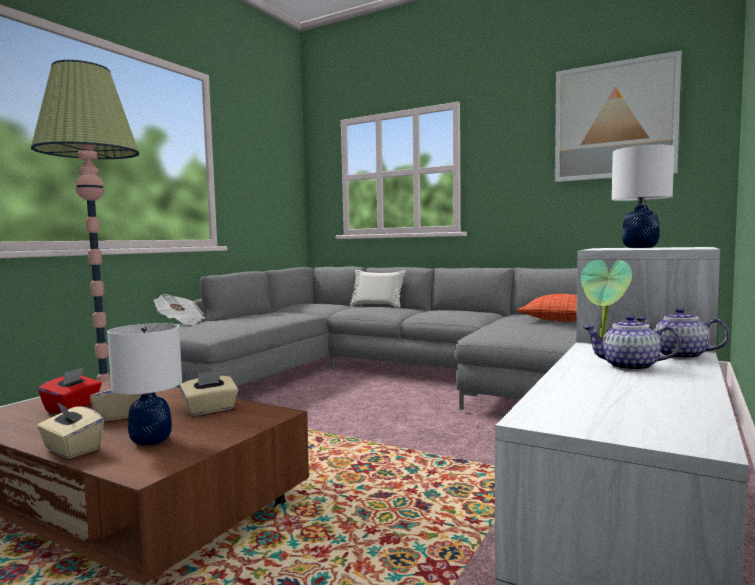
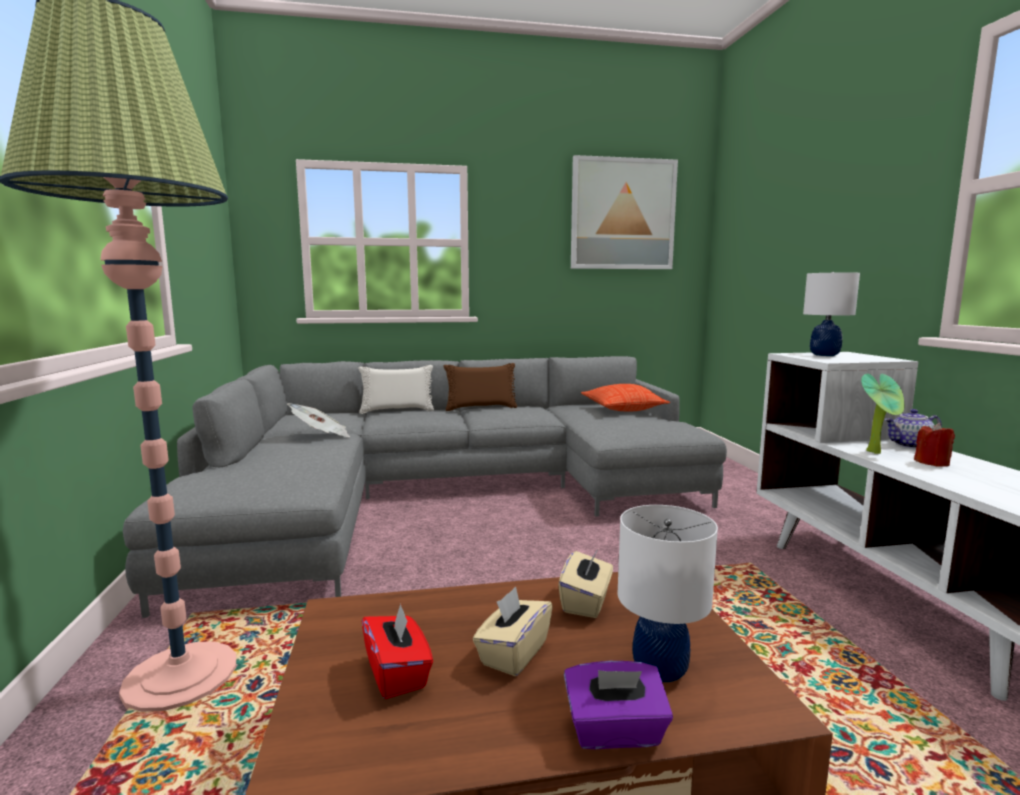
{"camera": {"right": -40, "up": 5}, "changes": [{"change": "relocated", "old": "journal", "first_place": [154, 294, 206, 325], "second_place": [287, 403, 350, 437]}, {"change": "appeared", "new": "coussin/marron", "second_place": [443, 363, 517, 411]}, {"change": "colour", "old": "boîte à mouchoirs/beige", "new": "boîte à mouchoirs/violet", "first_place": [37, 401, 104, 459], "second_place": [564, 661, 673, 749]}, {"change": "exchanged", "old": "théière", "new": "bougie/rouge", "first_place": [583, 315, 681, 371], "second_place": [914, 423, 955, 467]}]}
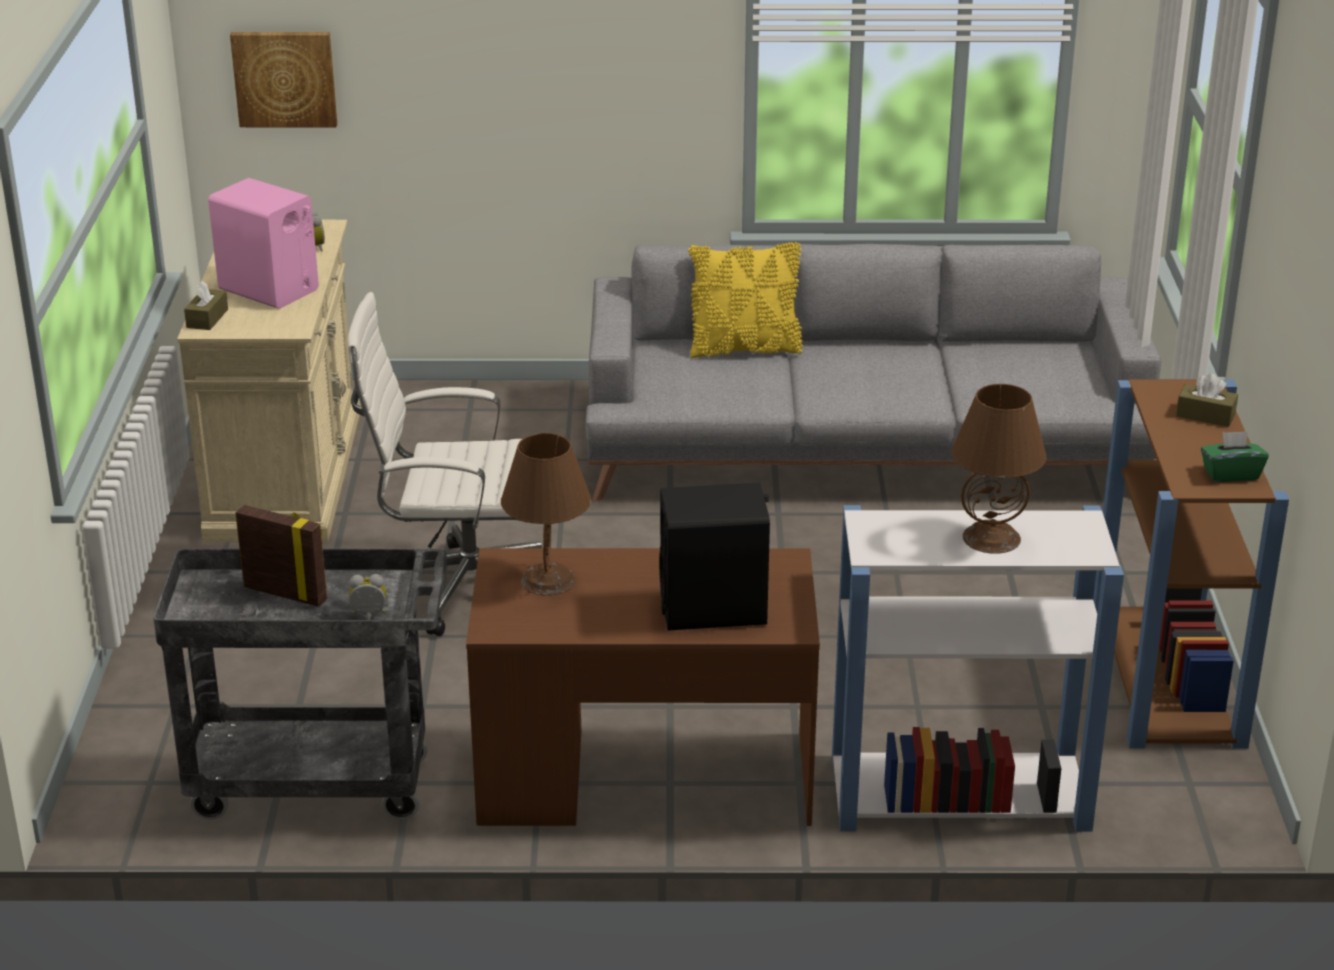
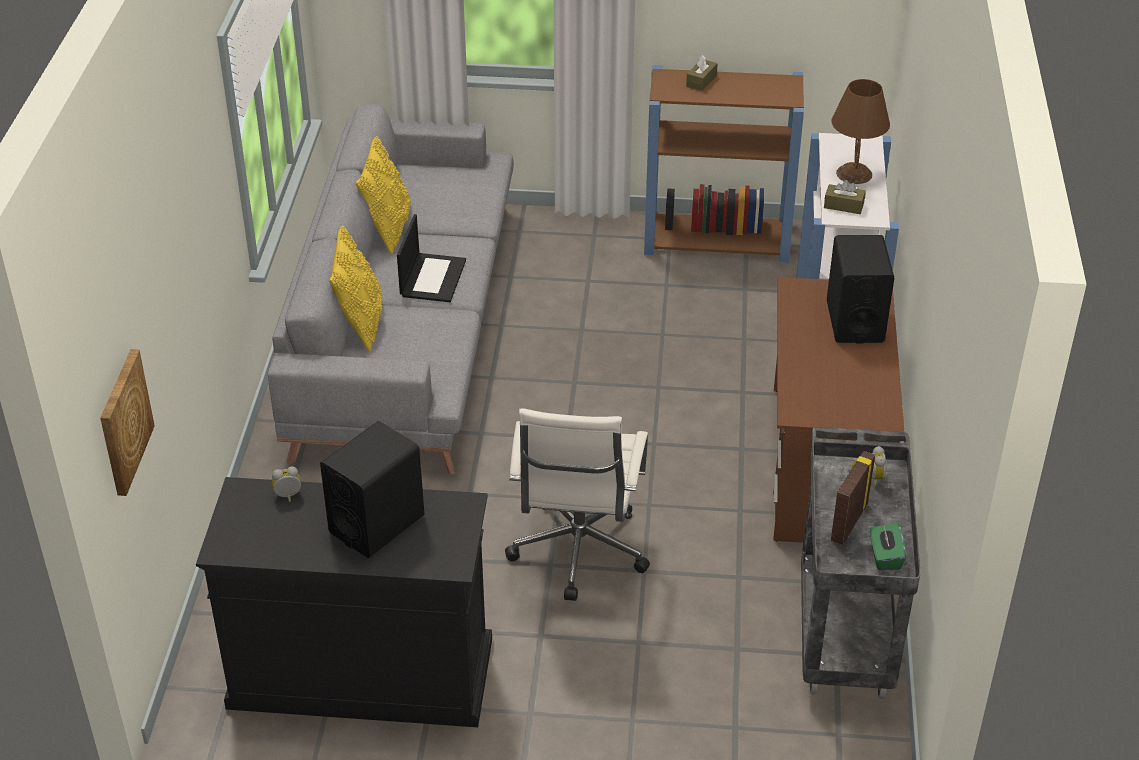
{"camera": {"right": -85, "up": 10}, "changes": [{"change": "colour", "old": "commode/beige", "new": "commode/noir", "first_place": [177, 220, 361, 543], "second_place": [196, 477, 492, 727]}, {"change": "colour", "old": "enceinte/rose", "new": "enceinte/noir", "first_place": [208, 178, 319, 309], "second_place": [320, 421, 424, 558]}, {"change": "appeared", "new": "coussin/jaune", "second_place": [356, 136, 411, 255]}, {"change": "appeared", "new": "ordinateur portable", "second_place": [397, 214, 466, 302]}, {"change": "relocated", "old": "boîte à mouchoirs/marron", "first_place": [184, 280, 228, 330], "second_place": [824, 180, 866, 214]}, {"change": "relocated", "old": "boîte à mouchoirs/vert", "first_place": [1201, 431, 1269, 482], "second_place": [870, 523, 906, 570]}, {"change": "missing", "old": "lampe de table/marron", "first_place": [501, 433, 591, 596]}]}
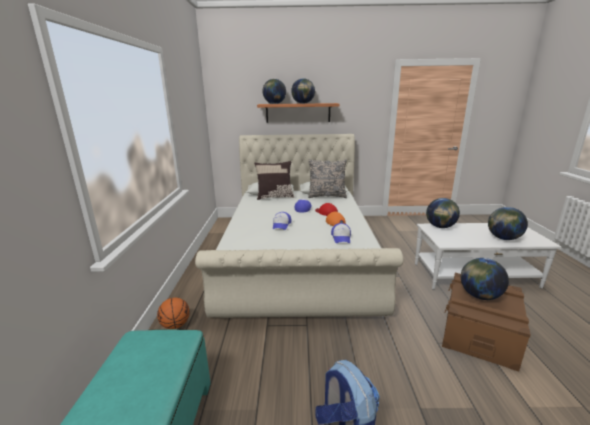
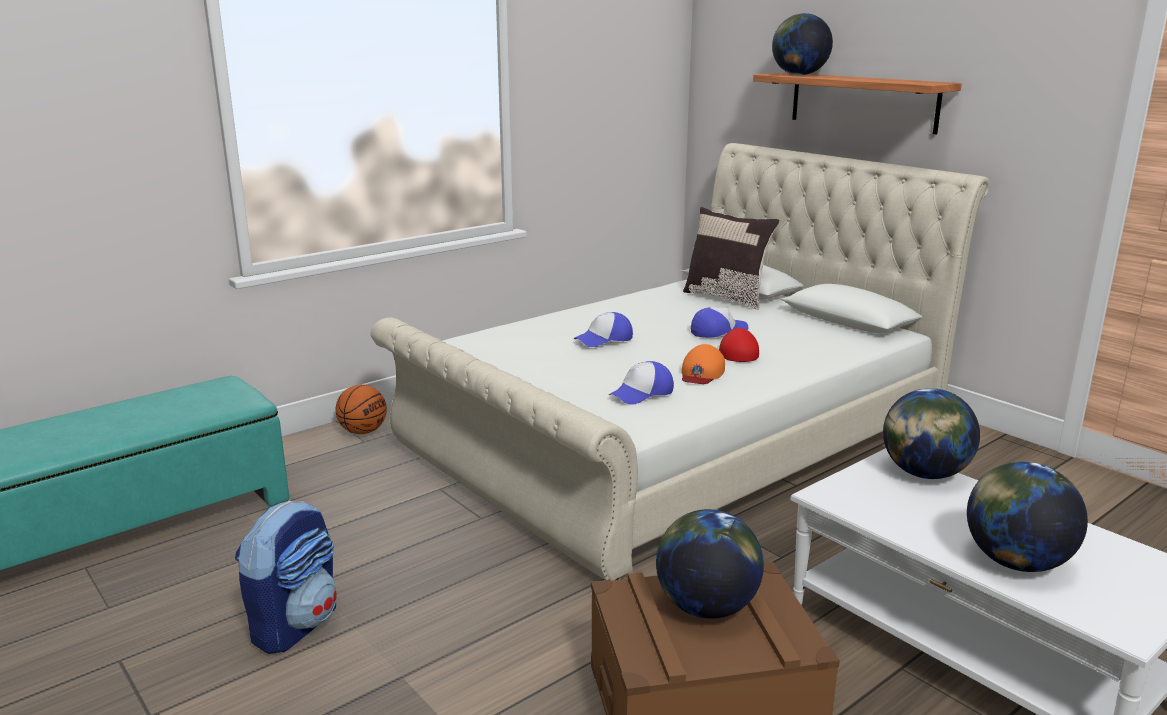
{"camera": {"right": 50, "up": 0}, "changes": [{"change": "missing", "old": "globe", "first_place": [291, 78, 315, 104]}, {"change": "missing", "old": "coussin/gris", "first_place": [308, 159, 347, 198]}]}
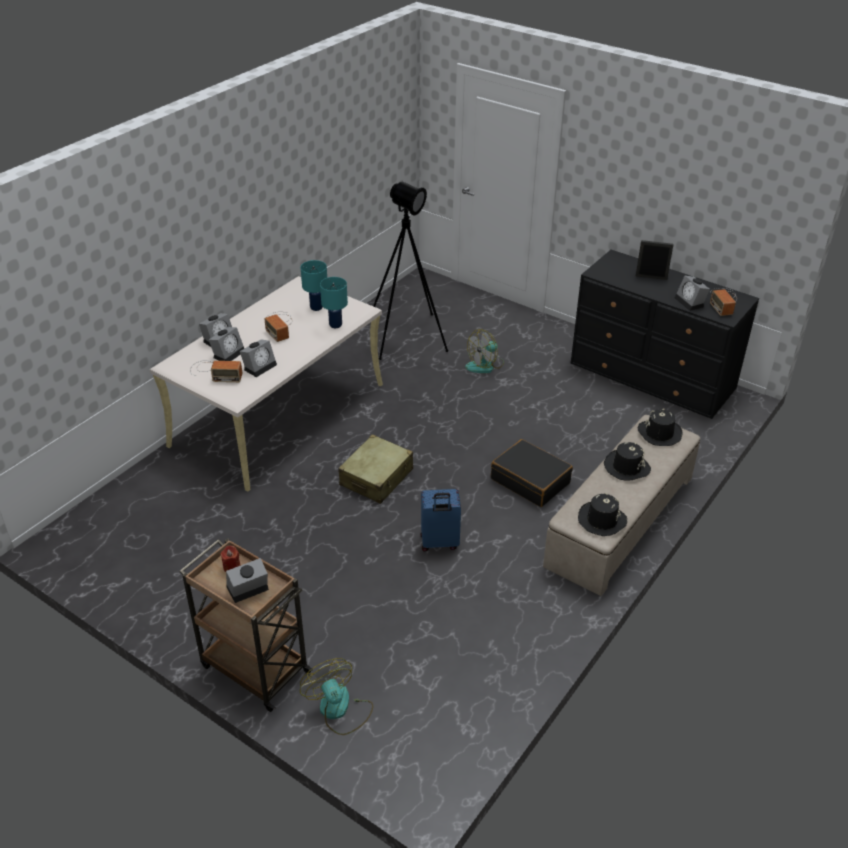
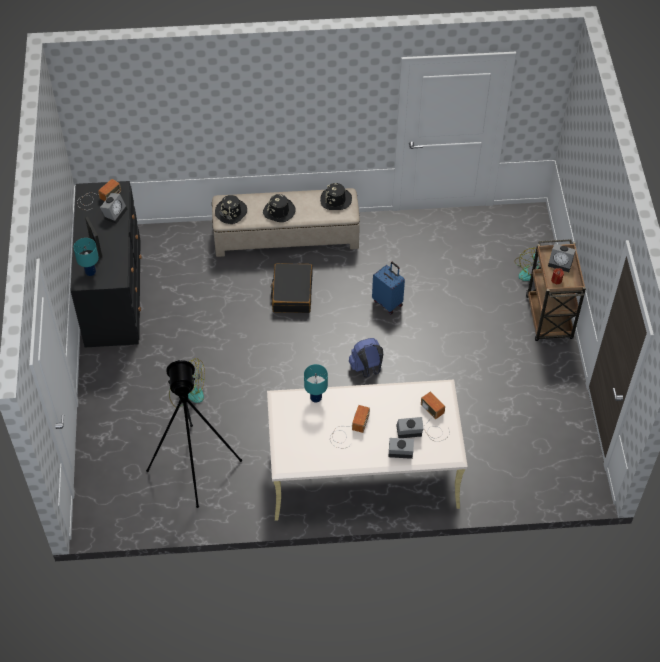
{"camera": {"right": -130, "up": 15}, "changes": [{"change": "relocated", "old": "lampe de table/turquoise", "first_place": [301, 260, 327, 311], "second_place": [73, 238, 99, 276]}, {"change": "exchanged", "old": "valise/beige", "new": "sac à dos/bleu", "first_place": [338, 434, 413, 504], "second_place": [349, 338, 383, 378]}, {"change": "missing", "old": "réveil", "first_place": [240, 339, 277, 377]}]}
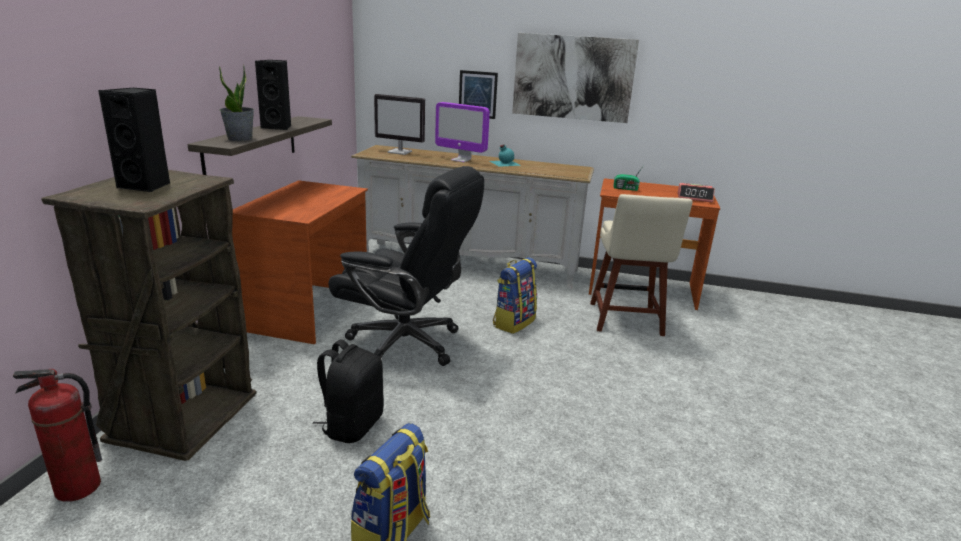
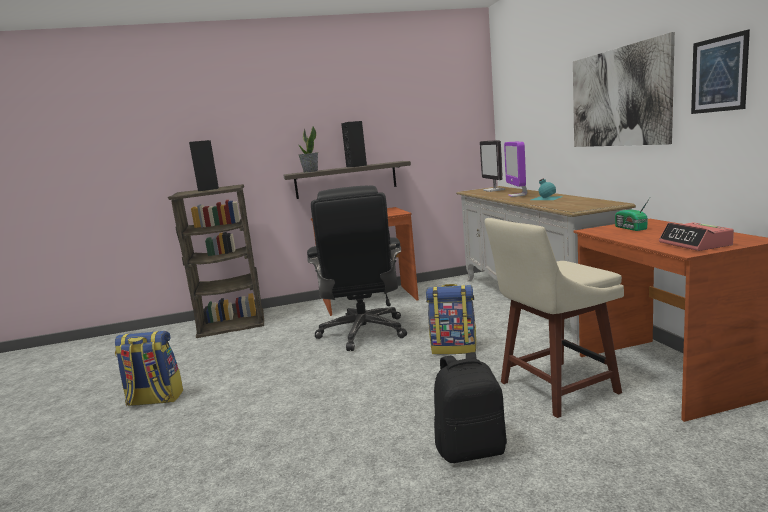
{"camera": {"right": 65, "up": -10}, "changes": [{"change": "relocated", "old": "sac à dos/noir", "first_place": [313, 340, 384, 443], "second_place": [434, 352, 507, 463]}, {"change": "relocated", "old": "tableau", "first_place": [459, 70, 498, 119], "second_place": [691, 29, 750, 114]}, {"change": "missing", "old": "extincteur", "first_place": [13, 369, 102, 502]}]}
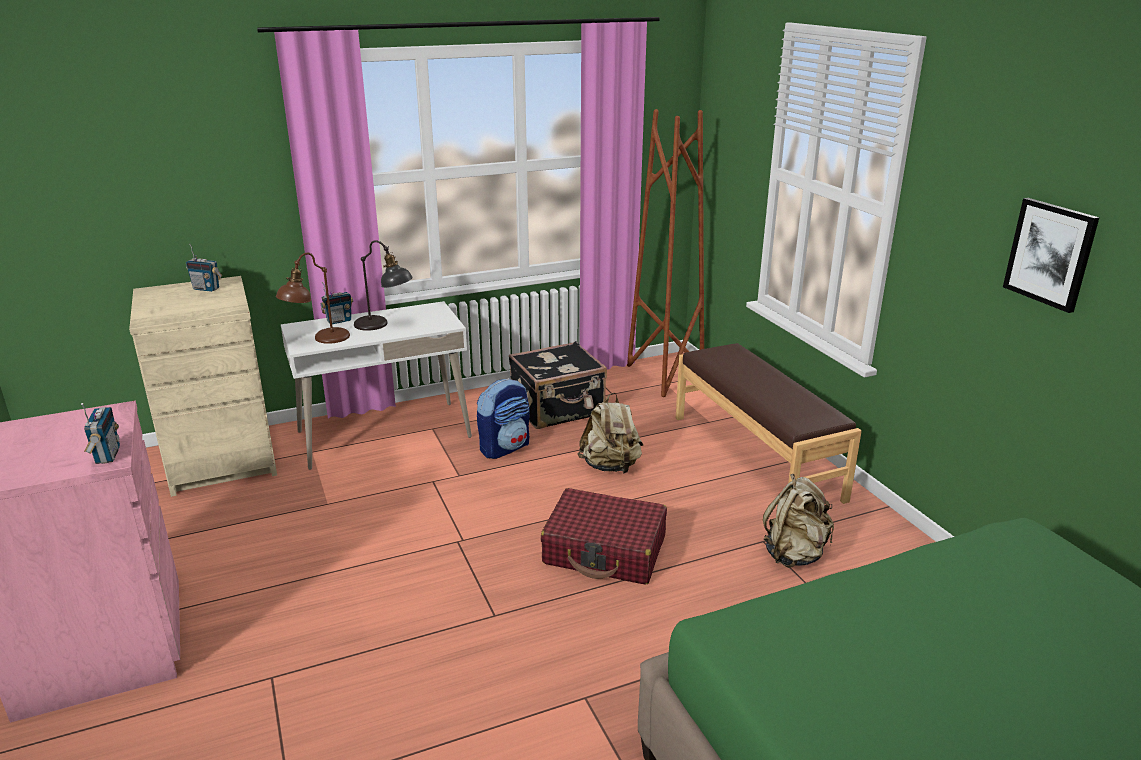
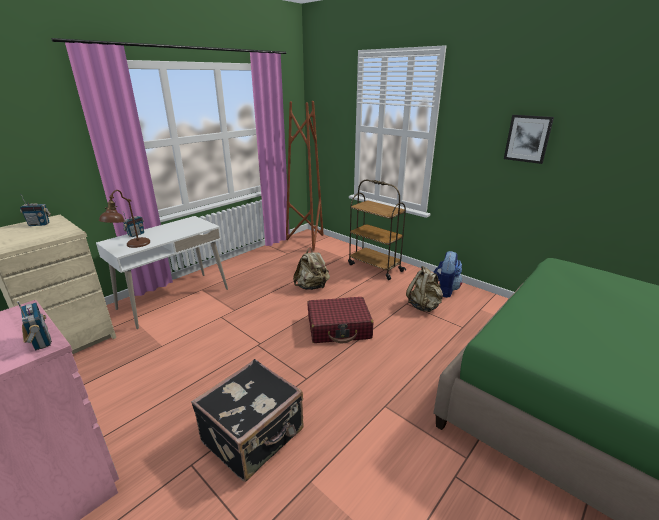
{"camera": {"right": -25, "up": 0}, "changes": [{"change": "relocated", "old": "valise/noir", "first_place": [509, 341, 607, 429], "second_place": [191, 359, 304, 482]}, {"change": "exchanged", "old": "banc/marron", "new": "chariot/marron", "first_place": [676, 343, 862, 504], "second_place": [348, 180, 407, 280]}, {"change": "relocated", "old": "sac à dos", "first_place": [477, 378, 530, 459], "second_place": [433, 251, 463, 298]}, {"change": "missing", "old": "lampe de table/gris", "first_place": [354, 240, 413, 331]}]}
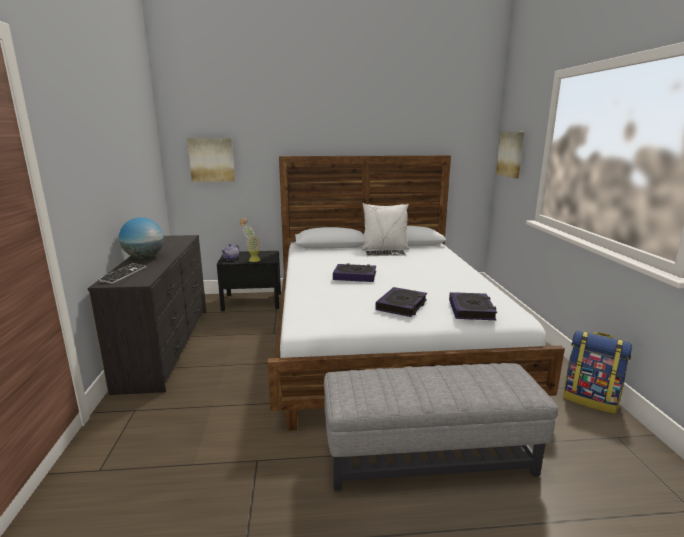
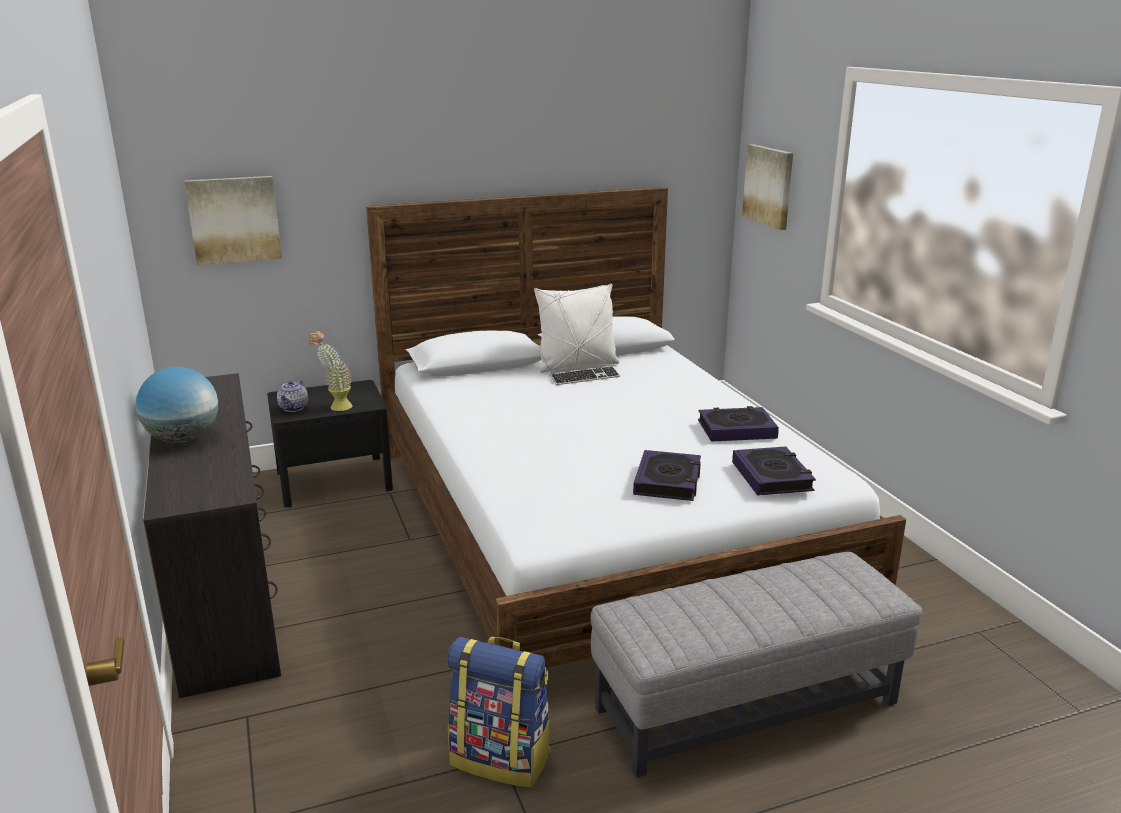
{"camera": {"right": -15, "up": 5}, "changes": [{"change": "relocated", "old": "sac à dos", "first_place": [563, 331, 632, 414], "second_place": [447, 637, 551, 787]}, {"change": "relocated", "old": "livre", "first_place": [333, 264, 376, 282], "second_place": [698, 406, 779, 442]}, {"change": "missing", "old": "clavier", "first_place": [98, 263, 147, 284]}]}
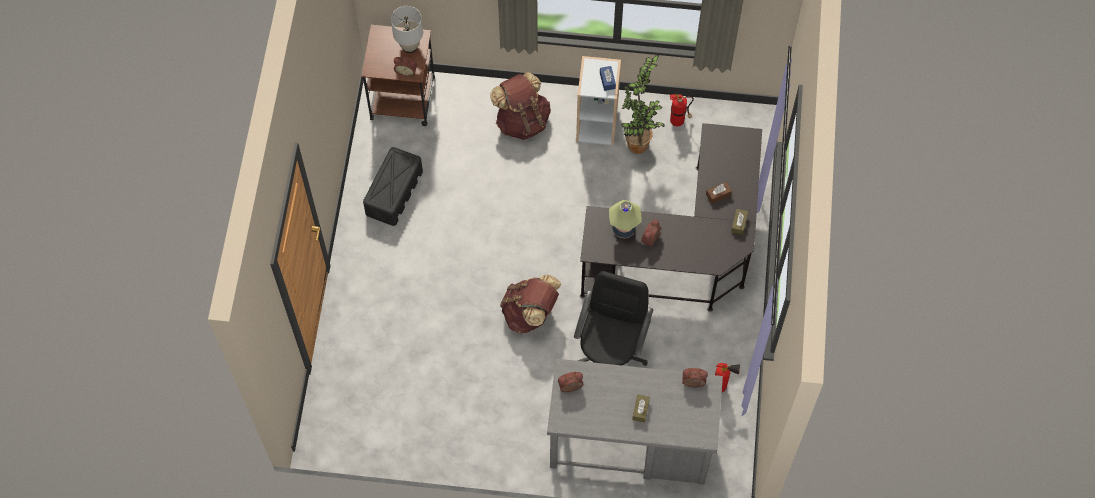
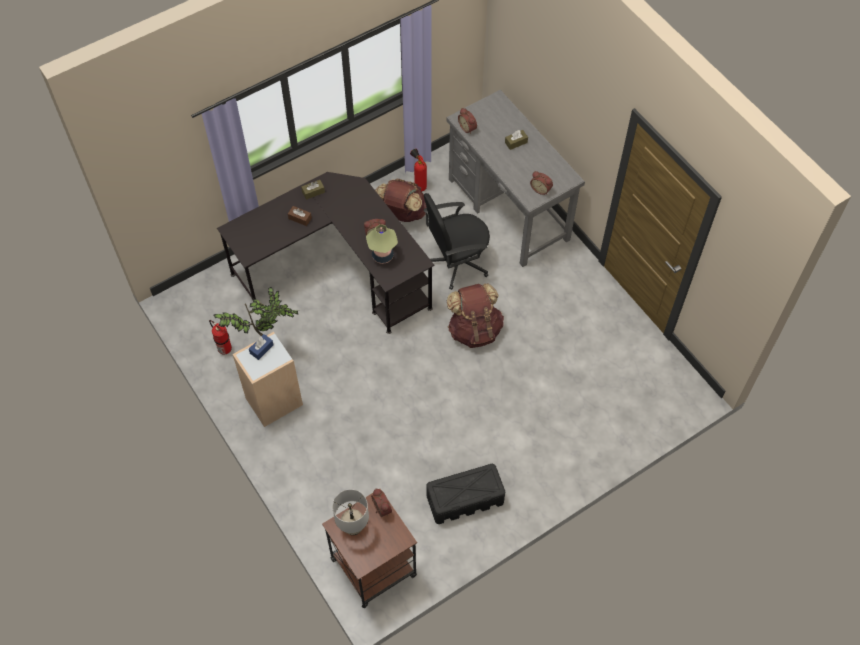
{"camera": {"right": -130, "up": -5}, "changes": [{"change": "relocated", "old": "sac à dos/marron", "first_place": [490, 72, 551, 140], "second_place": [375, 178, 427, 222]}]}
